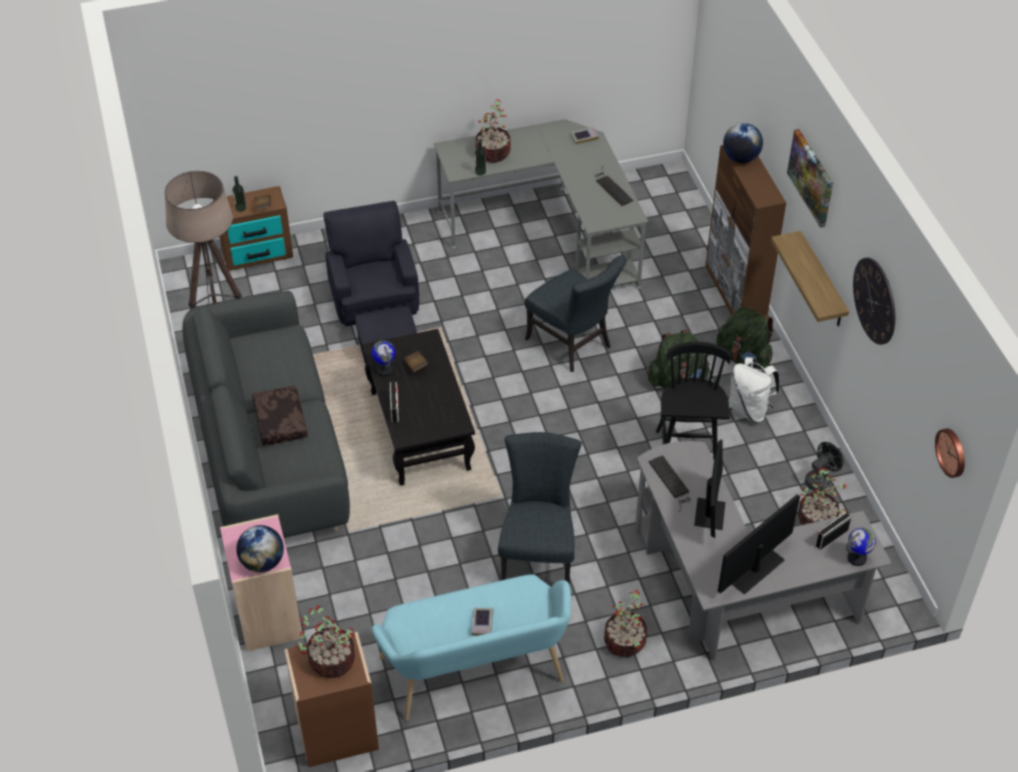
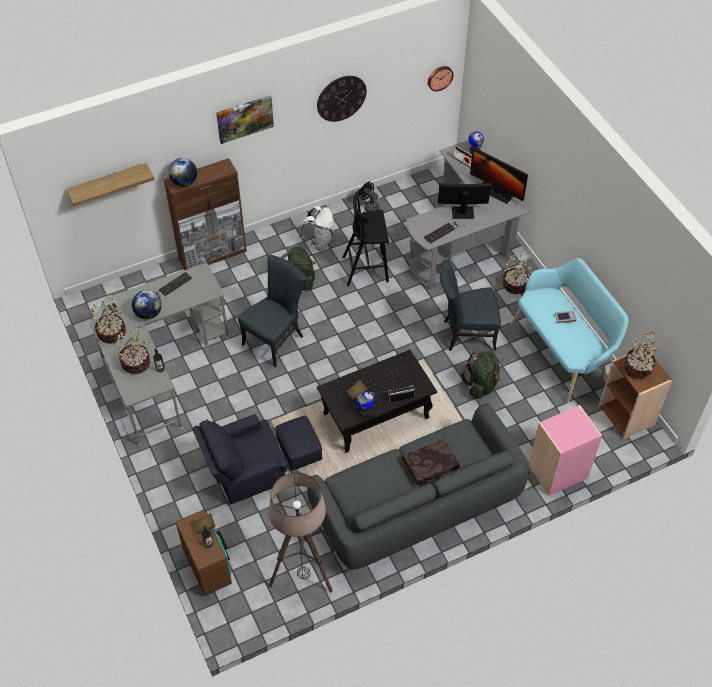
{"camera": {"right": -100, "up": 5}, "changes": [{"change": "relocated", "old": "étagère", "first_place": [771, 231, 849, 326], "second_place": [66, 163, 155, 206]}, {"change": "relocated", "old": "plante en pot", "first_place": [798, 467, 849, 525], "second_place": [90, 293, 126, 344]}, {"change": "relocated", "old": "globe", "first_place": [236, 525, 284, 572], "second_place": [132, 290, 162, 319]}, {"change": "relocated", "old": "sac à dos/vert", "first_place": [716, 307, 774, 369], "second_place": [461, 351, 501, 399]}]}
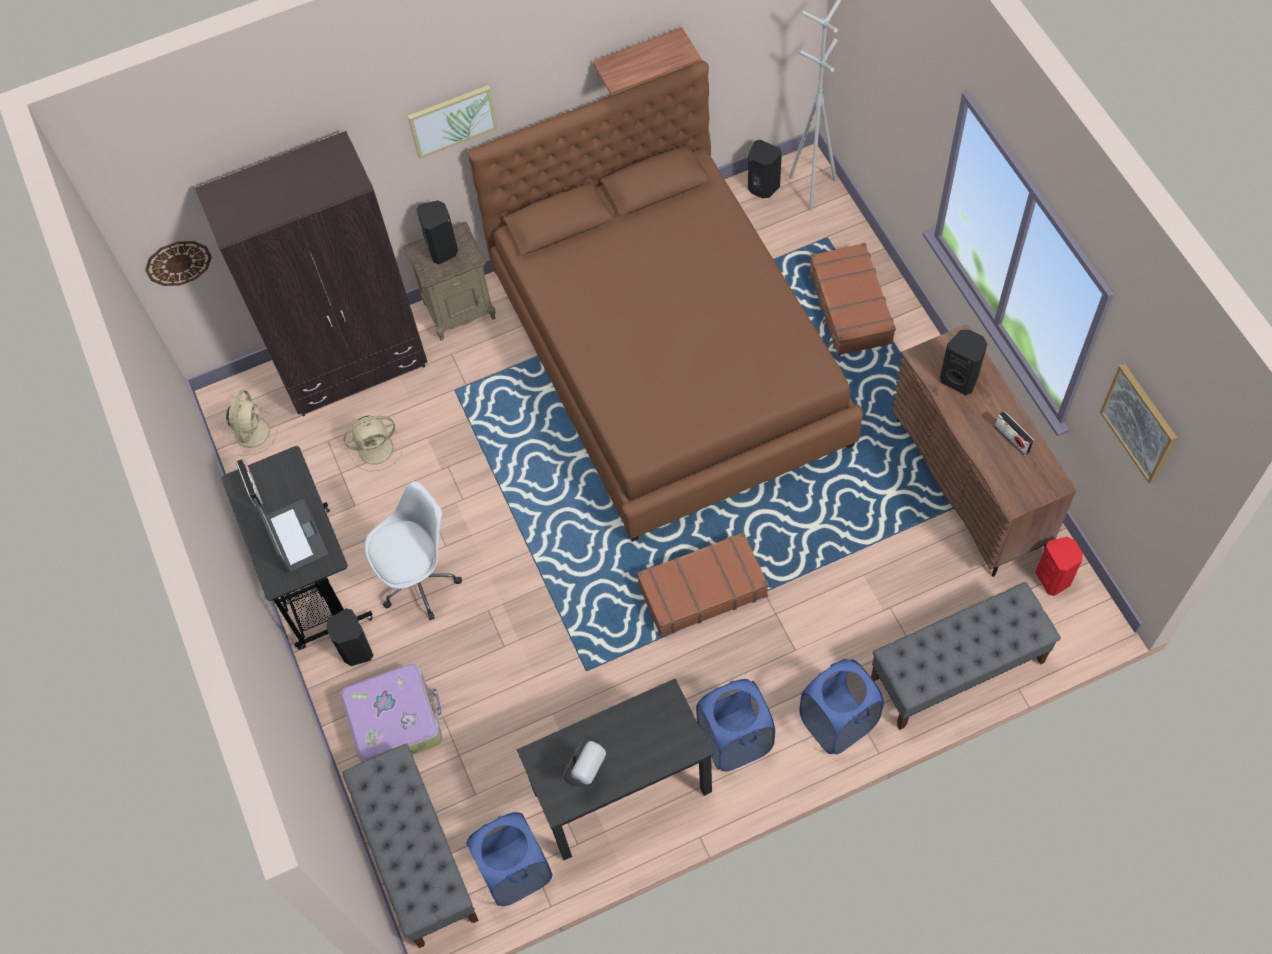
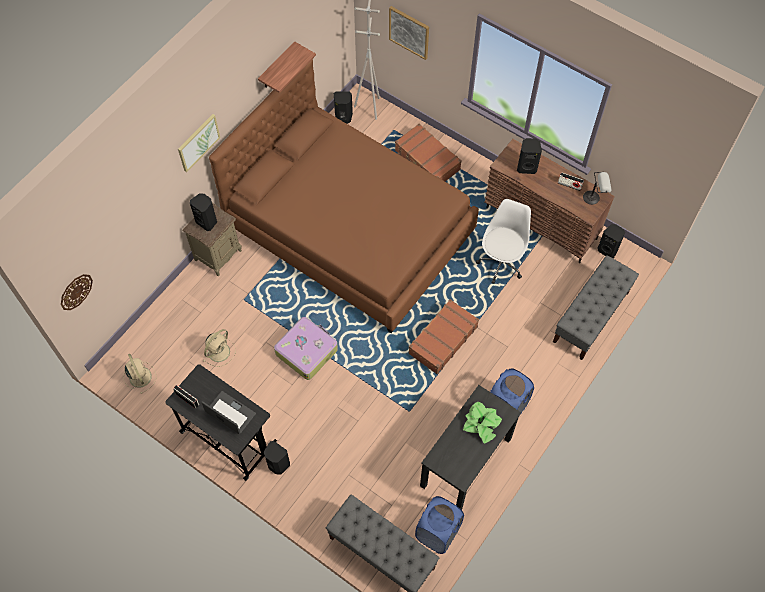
{"camera": {"right": -35, "up": 0}, "changes": [{"change": "relocated", "old": "valise", "first_place": [340, 664, 442, 762], "second_place": [274, 317, 338, 380]}, {"change": "relocated", "old": "tableau", "first_place": [1100, 364, 1177, 484], "second_place": [389, 6, 429, 60]}, {"change": "appeared", "new": "plante en pot", "second_place": [463, 402, 502, 444]}, {"change": "relocated", "old": "chaise de bureau/blanc", "first_place": [365, 481, 462, 620], "second_place": [476, 199, 531, 284]}, {"change": "relocated", "old": "lampe de table", "first_place": [562, 735, 606, 787], "second_place": [583, 172, 611, 205]}, {"change": "colour", "old": "enceinte/rouge", "new": "enceinte/noir", "first_place": [1035, 536, 1083, 596], "second_place": [597, 224, 625, 259]}, {"change": "missing", "old": "armoire/marron", "first_place": [195, 130, 427, 416]}, {"change": "missing", "old": "panier à linge/bleu", "first_place": [799, 659, 884, 754]}]}
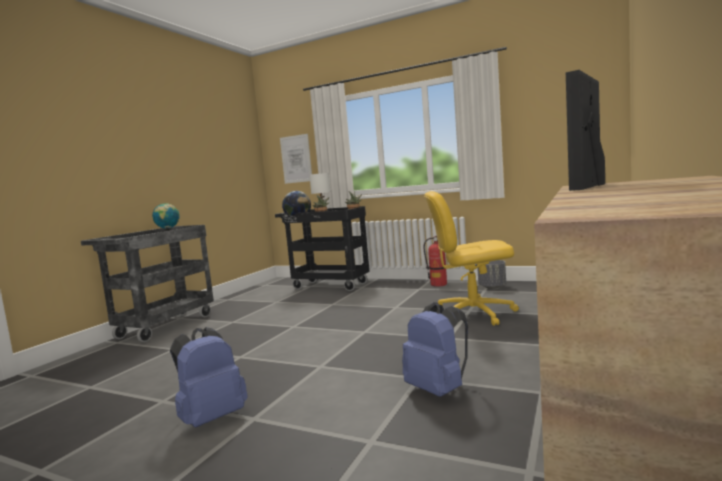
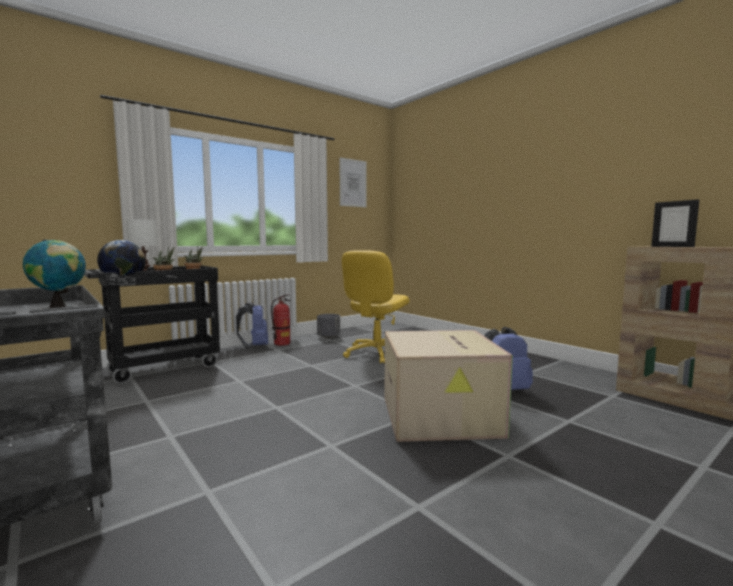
{"camera": {"right": -65, "up": 0}, "changes": [{"change": "relocated", "old": "sac à dos/bleu", "first_place": [170, 327, 248, 428], "second_place": [236, 303, 268, 348]}, {"change": "relocated", "old": "tableau", "first_place": [280, 134, 312, 184], "second_place": [339, 157, 367, 207]}, {"change": "appeared", "new": "carton", "second_place": [385, 330, 513, 442]}]}
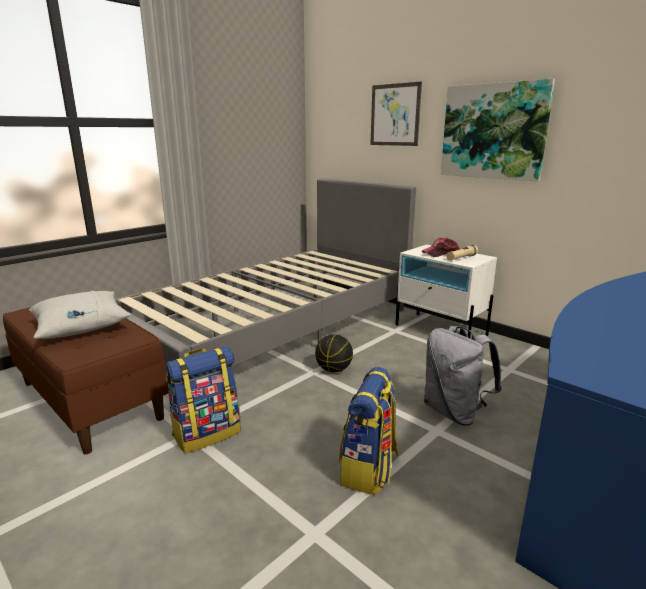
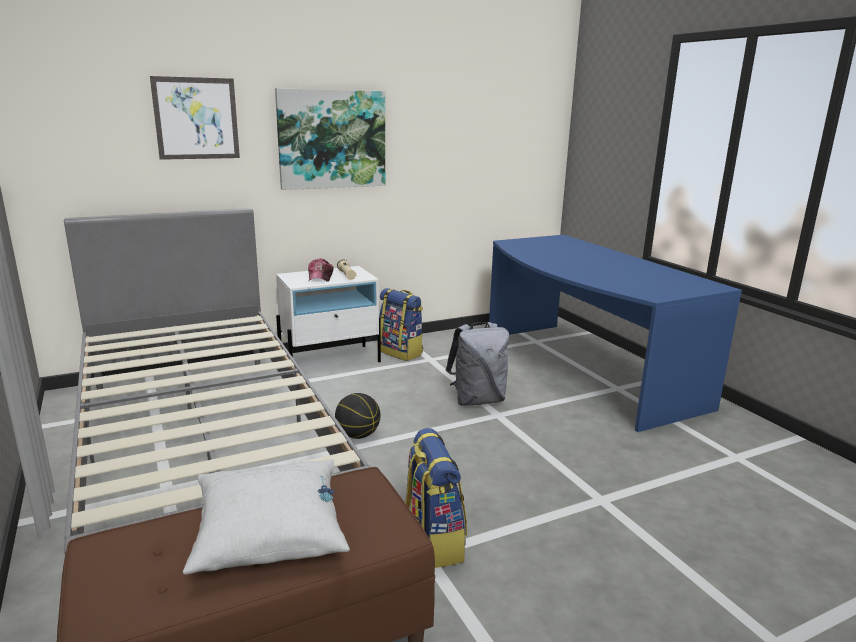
{"camera": {"right": -70, "up": 0}, "changes": [{"change": "relocated", "old": "sac à dos", "first_place": [339, 367, 398, 495], "second_place": [377, 288, 423, 361]}]}
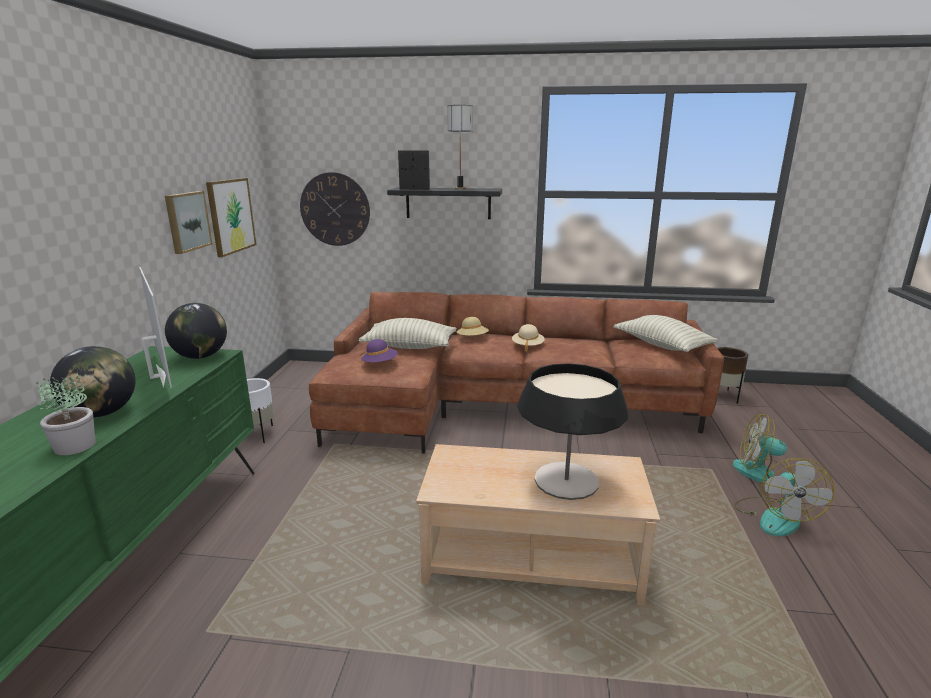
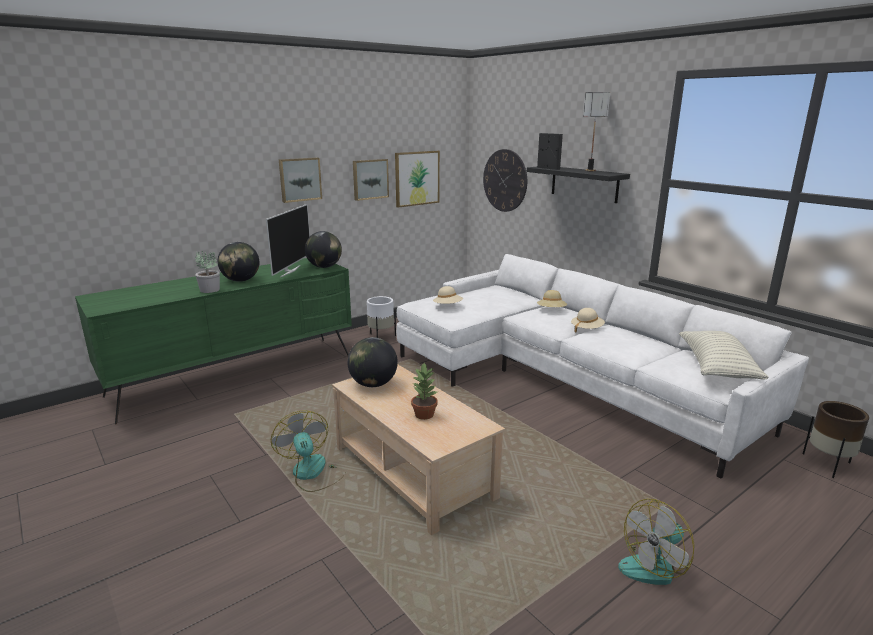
{"camera": {"right": 45, "up": 0}, "changes": [{"change": "relocated", "old": "ventilateur", "first_place": [733, 414, 790, 482], "second_place": [271, 410, 345, 492]}, {"change": "appeared", "new": "tableau", "second_place": [279, 157, 322, 203]}, {"change": "appeared", "new": "globe", "second_place": [347, 337, 398, 387]}, {"change": "colour", "old": "canapé/marron", "new": "canapé/blanc", "first_place": [309, 292, 724, 454], "second_place": [396, 254, 809, 479]}, {"change": "exchanged", "old": "lampe de table", "new": "plante en pot", "first_place": [517, 363, 628, 500], "second_place": [411, 363, 439, 420]}, {"change": "colour", "old": "chapeau/violet", "new": "chapeau/beige", "first_place": [361, 339, 398, 363], "second_place": [433, 286, 463, 304]}, {"change": "missing", "old": "coussin", "first_place": [359, 318, 457, 349]}]}
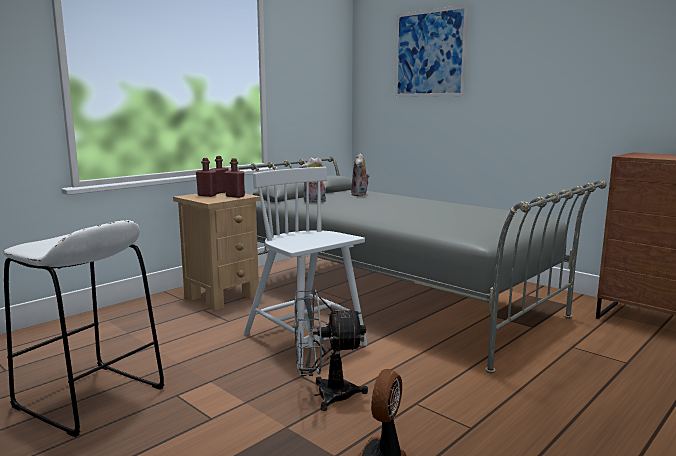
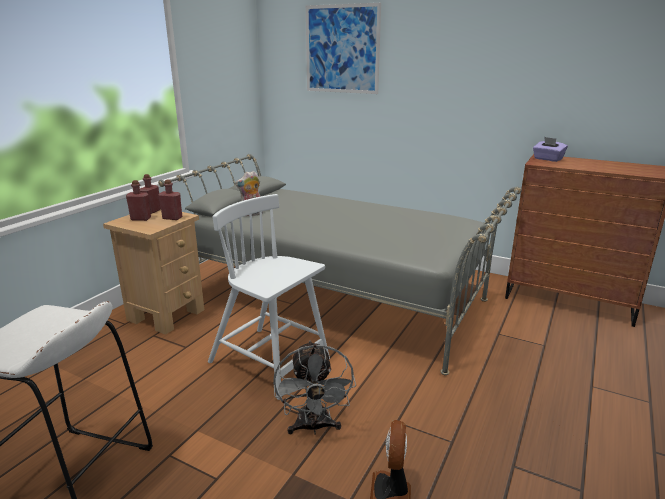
{"camera": {"right": -15, "up": 10}, "changes": [{"change": "spun", "old": "ventilateur/gris", "first_place": [294, 290, 368, 411], "second_place": [273, 340, 356, 435], "degrees": -75}, {"change": "appeared", "new": "boîte à mouchoirs/violet", "second_place": [533, 137, 568, 162]}, {"change": "missing", "old": "peluche", "first_place": [351, 153, 370, 196]}]}
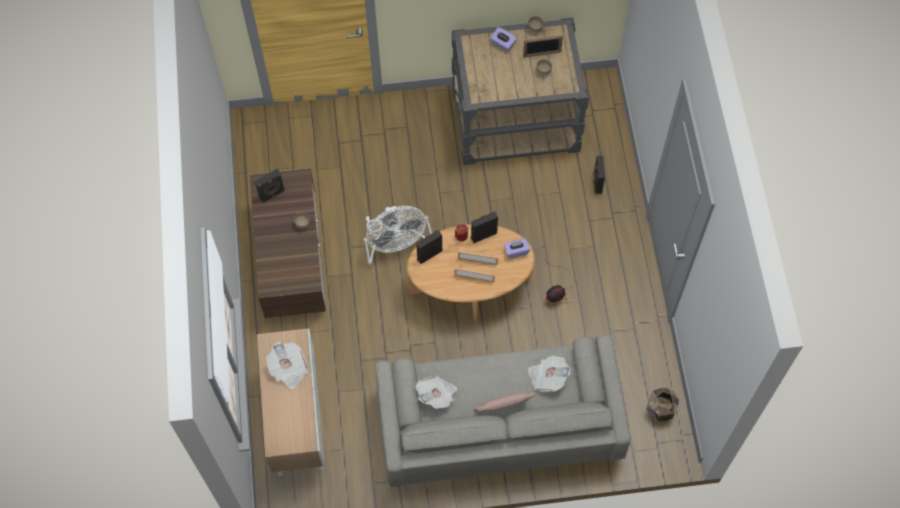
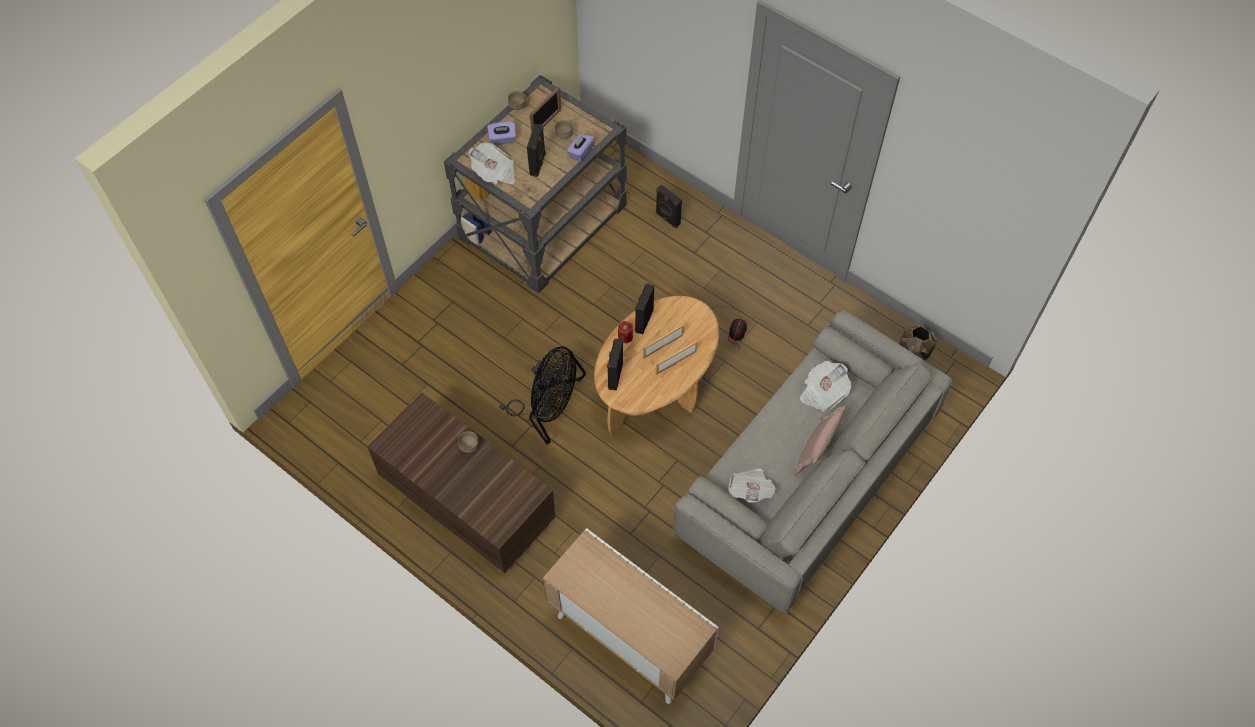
{"camera": {"right": -45, "up": -5}, "changes": [{"change": "relocated", "old": "journal", "first_place": [266, 342, 309, 389], "second_place": [469, 143, 515, 184]}, {"change": "colour", "old": "ventilateur/blanc", "new": "ventilateur/noir", "first_place": [364, 206, 432, 265], "second_place": [499, 346, 586, 445]}, {"change": "relocated", "old": "enceinte/noir", "first_place": [255, 168, 285, 203], "second_place": [527, 124, 546, 177]}, {"change": "relocated", "old": "boîte à mouchoirs/violet", "first_place": [504, 239, 530, 259], "second_place": [567, 134, 595, 162]}]}
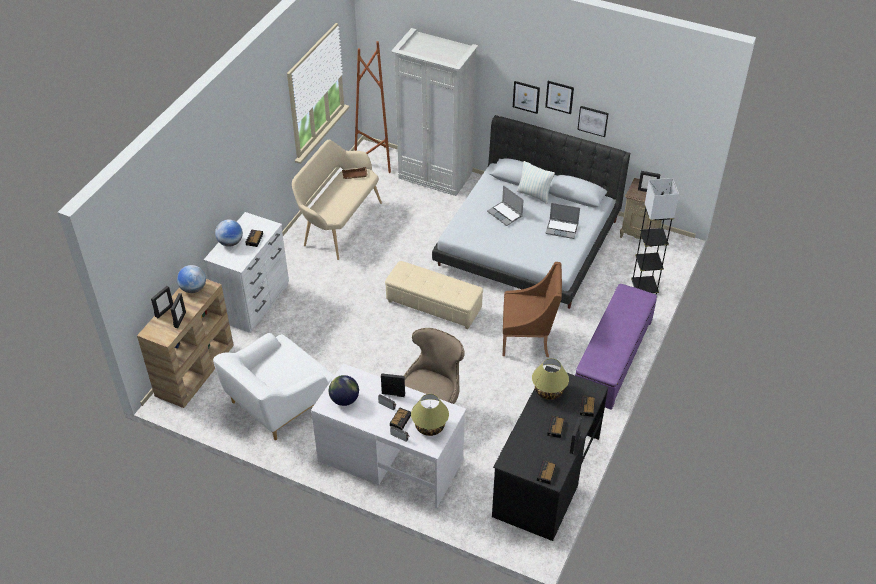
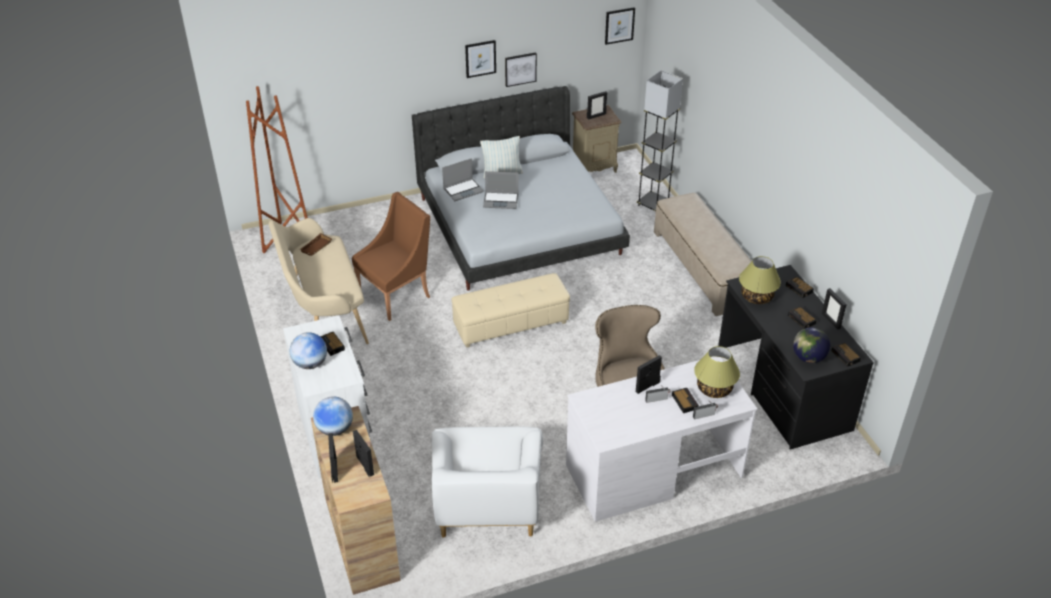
{"camera": {"right": -45, "up": -5}, "changes": [{"change": "relocated", "old": "fauteuil/marron", "first_place": [503, 262, 562, 357], "second_place": [352, 192, 430, 321]}, {"change": "relocated", "old": "ordinateur portable", "first_place": [545, 203, 580, 239], "second_place": [442, 158, 484, 201]}, {"change": "relocated", "old": "tableau", "first_place": [513, 81, 540, 114], "second_place": [605, 7, 635, 45]}, {"change": "colour", "old": "banc/violet", "new": "banc/beige", "first_place": [575, 284, 657, 410], "second_place": [654, 193, 752, 316]}, {"change": "relocated", "old": "globe", "first_place": [329, 375, 359, 406], "second_place": [793, 327, 830, 363]}, {"change": "missing", "old": "armoire/blanc", "first_place": [392, 28, 478, 196]}]}
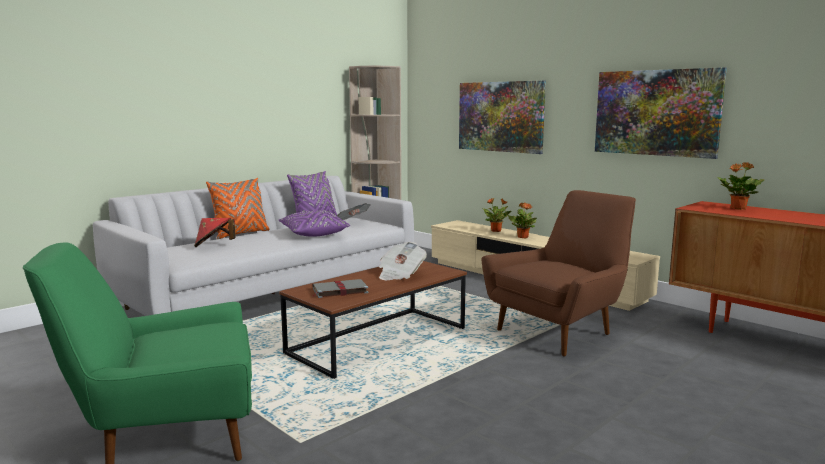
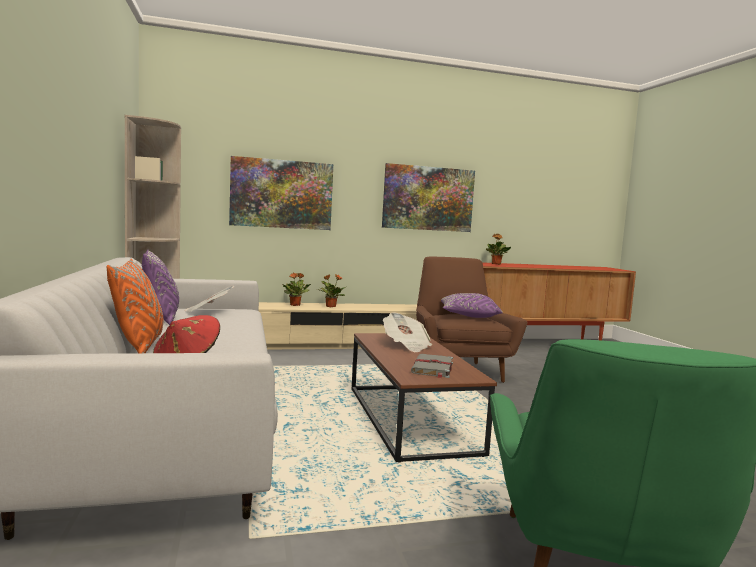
{"camera": {"right": -60, "up": -5}, "changes": [{"change": "relocated", "old": "coussin/violet", "first_place": [278, 210, 350, 237], "second_place": [441, 293, 503, 318]}]}
